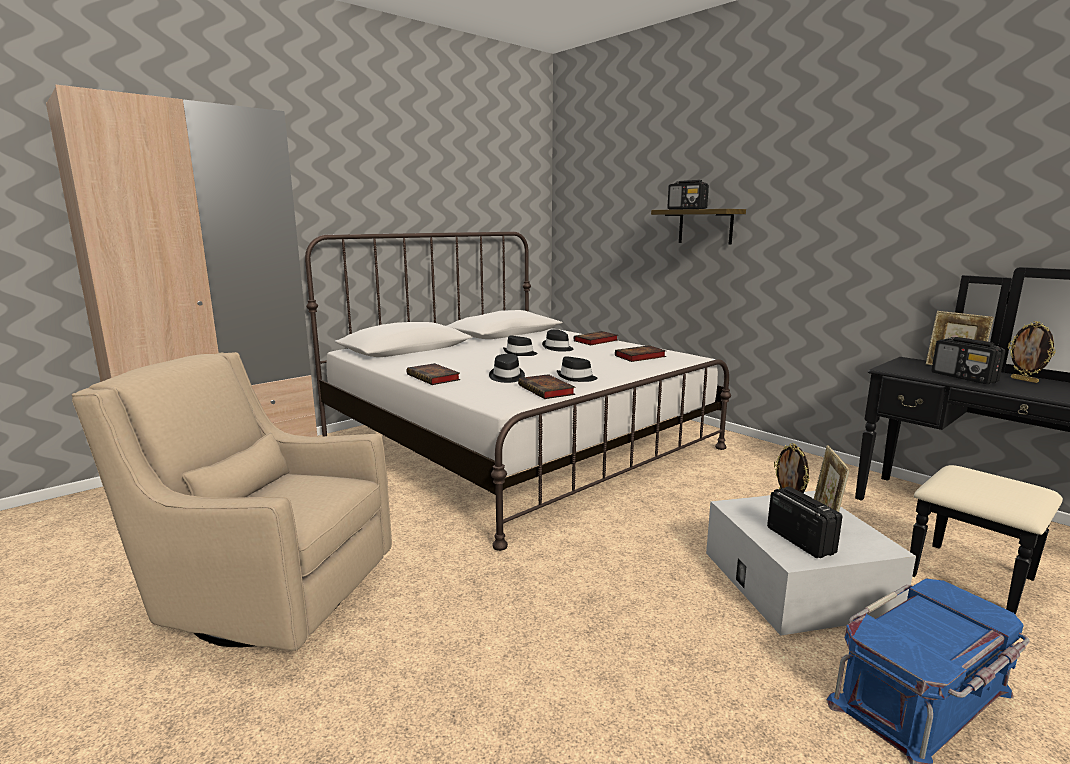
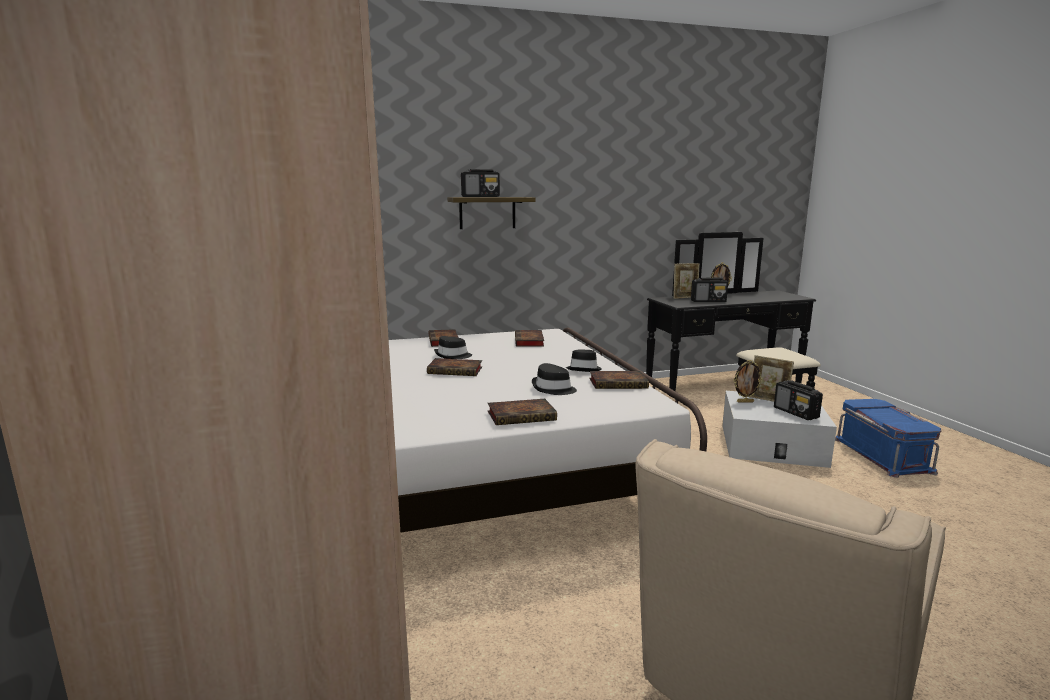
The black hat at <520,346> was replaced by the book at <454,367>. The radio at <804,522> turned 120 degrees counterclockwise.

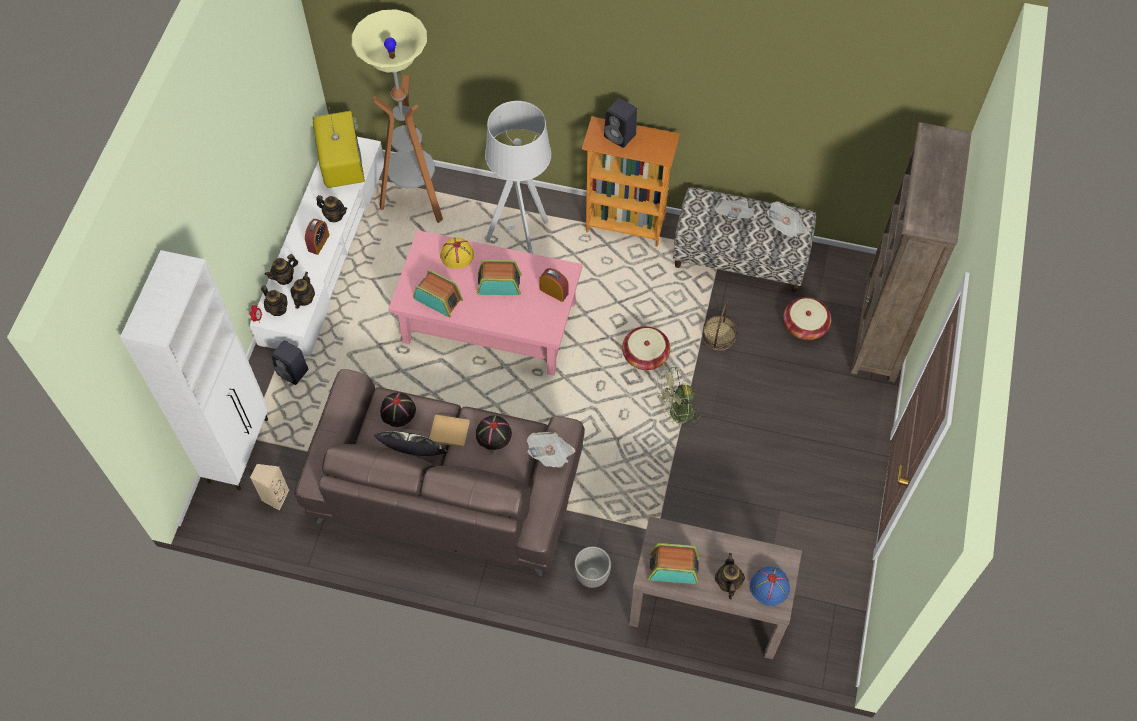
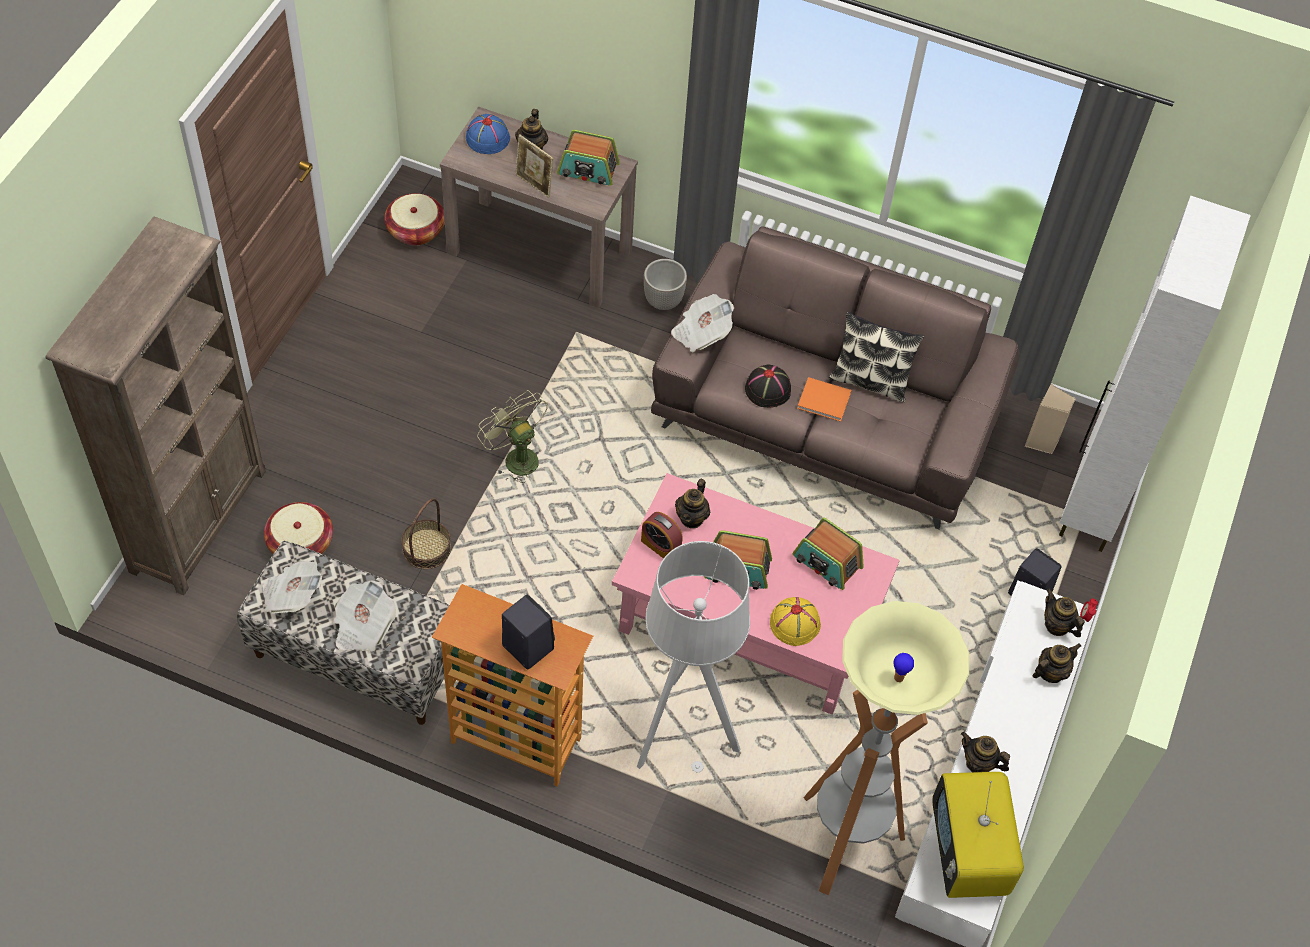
The teapot moved from <302,290> to <692,503>. The alarm clock at <317,237> disappeared. The black hat at <398,409> disappeared. The beige book at <450,431> became the orange book at <824,399>. The basket moved from <646,348> to <414,219>. The green fan at <680,399> turned 120 degrees counterclockwise. The picture frame at <535,166> appeared.

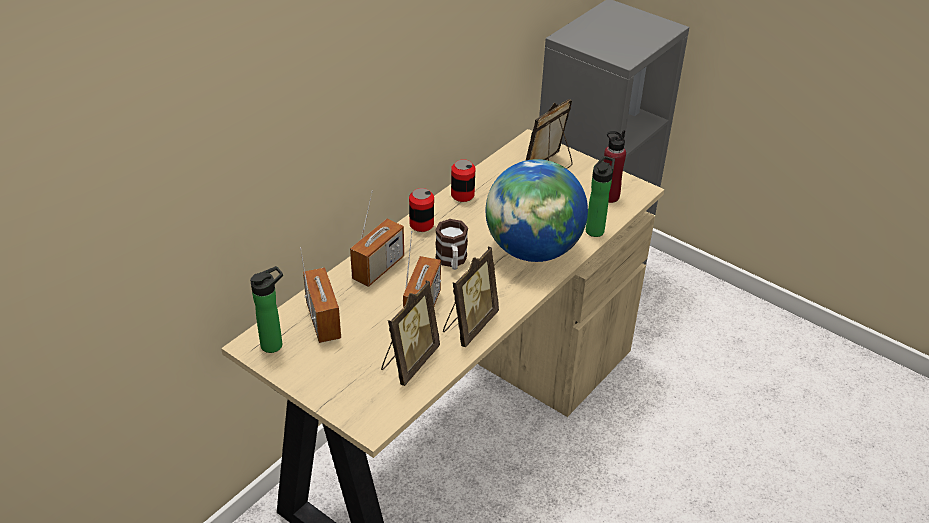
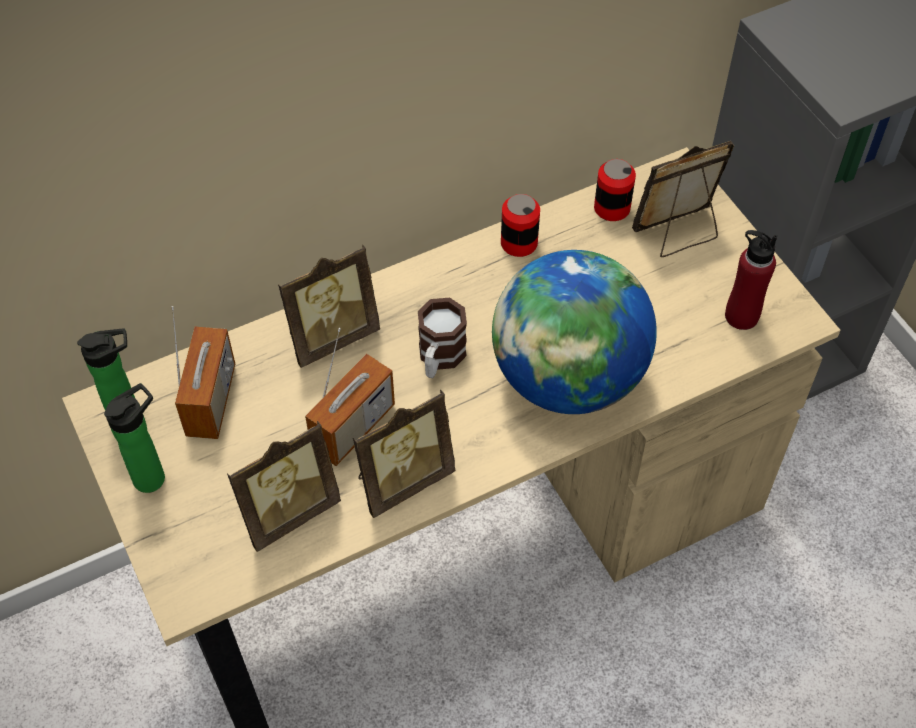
The radio at <377,238> was replaced by the picture frame at <329,306>. The can moved from <421,210> to <615,190>. The bottle moved from <600,196> to <134,438>.

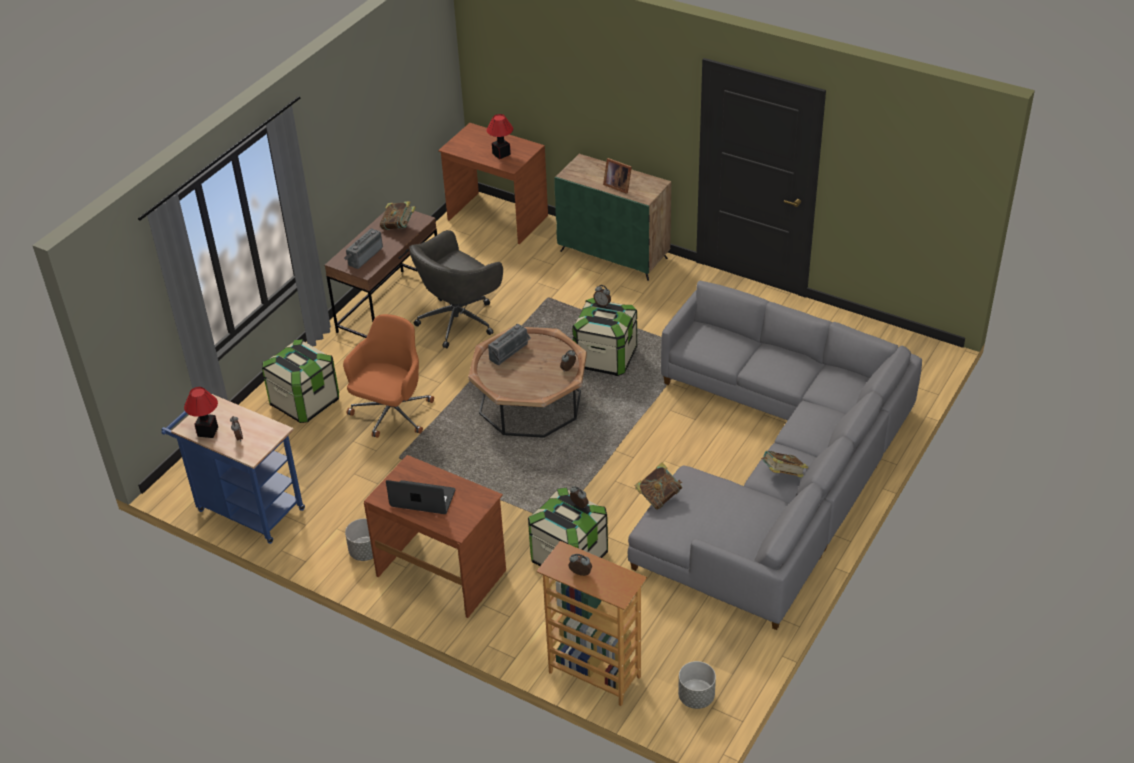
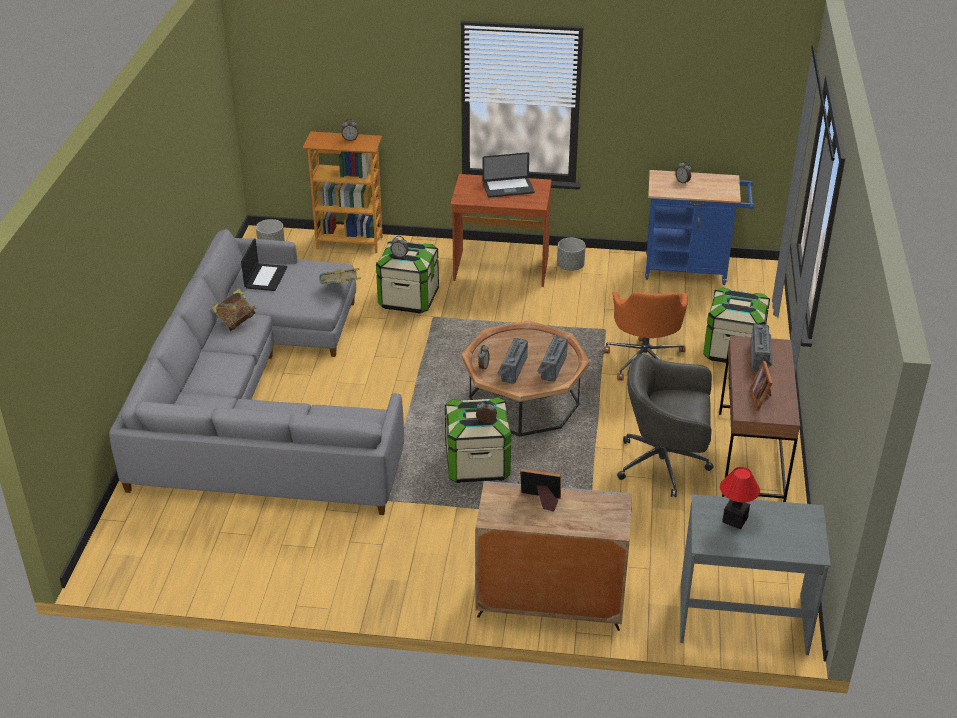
The table lamp at <201,412> disappeared. The book at <398,215> was replaced by the picture frame at <761,386>. The grey office chair at <456,289> turned 105 degrees counterclockwise. The brown desk at <493,183> became the grey desk at <755,574>. The green cabinet at <612,217> became the grey cabinet at <553,556>. The laptop at <264,264> appeared. The radio at <512,361> appeared.

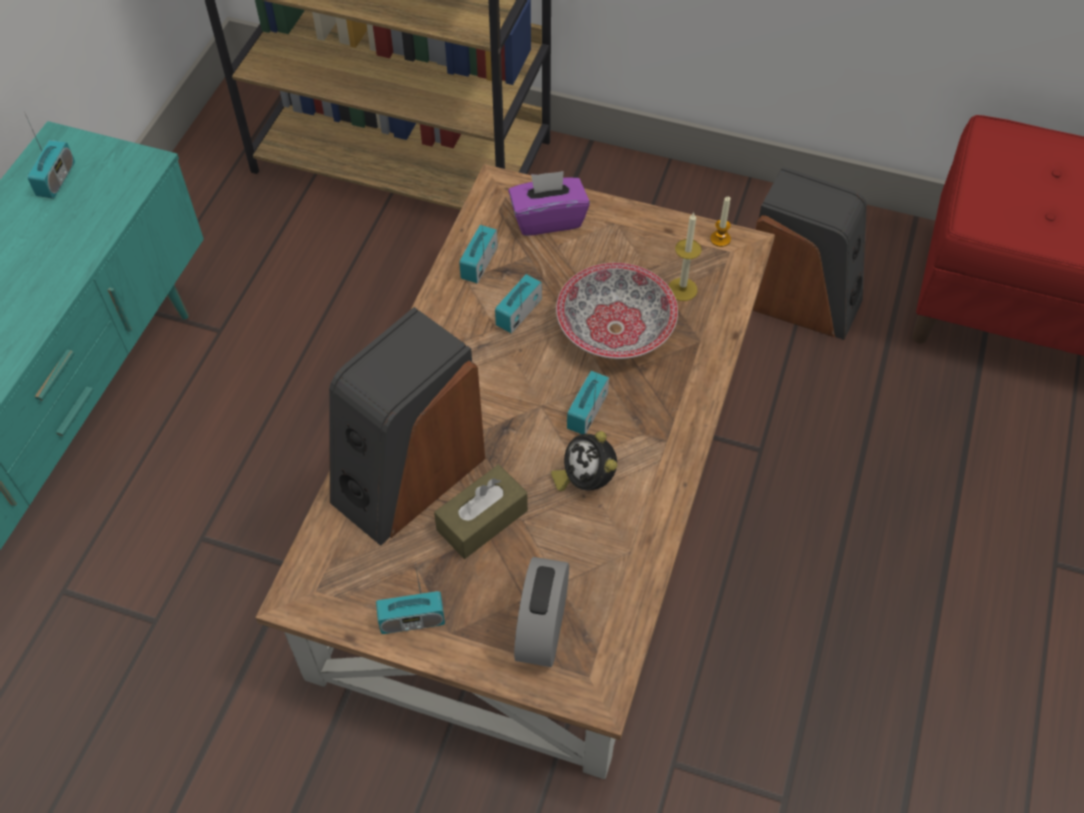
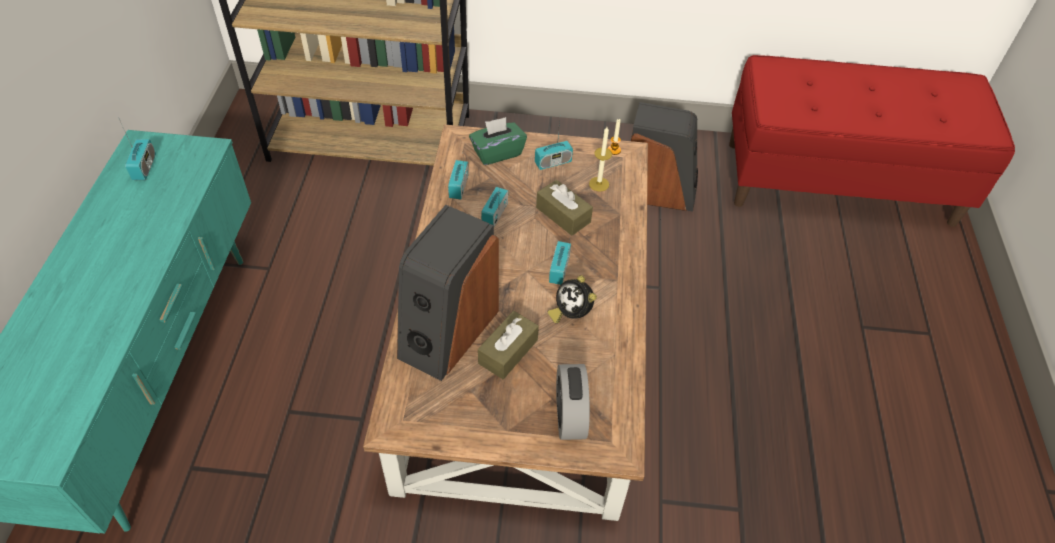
The radio moved from <410,598> to <554,145>. The purple tissue box at <549,203> became the green tissue box at <498,141>. The bowl at <617,311> was replaced by the brown tissue box at <564,208>.

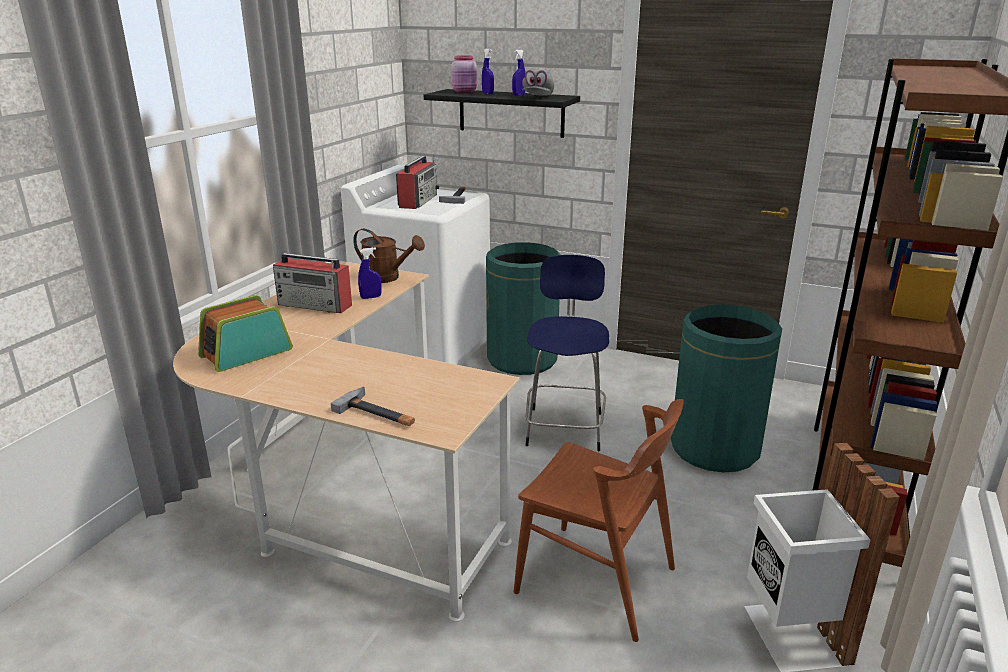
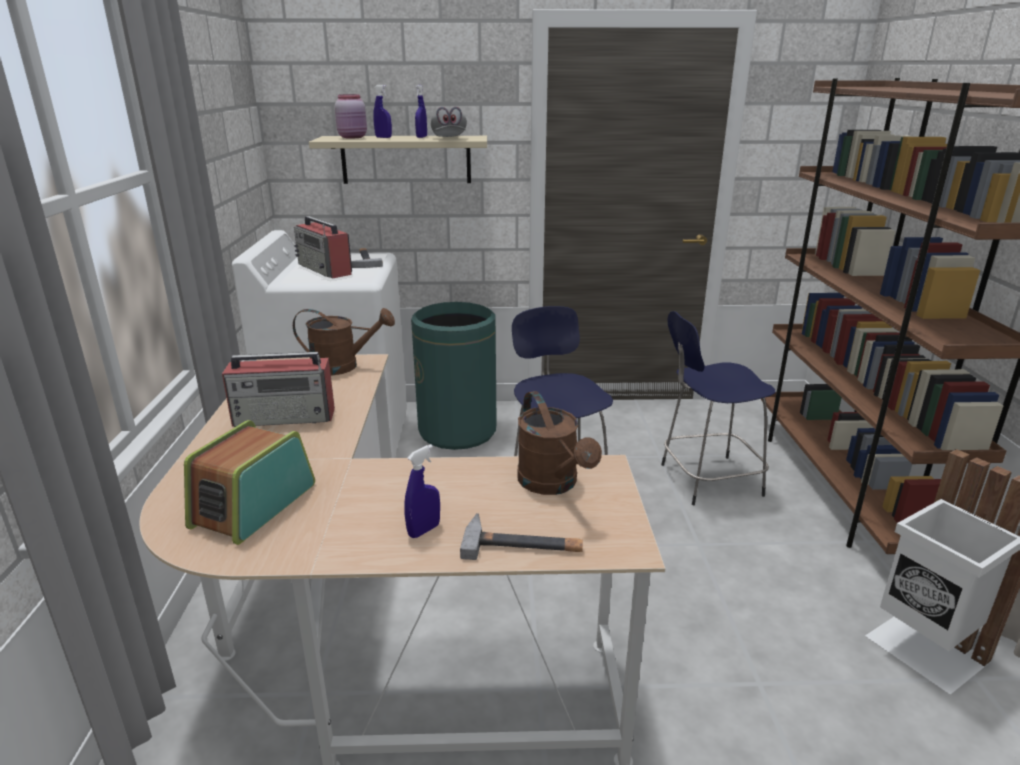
The blue spray bottle moved from <369,273> to <422,491>. The radio at <417,181> turned 150 degrees clockwise. The black shelf at <502,113> became the beige shelf at <398,160>. The brown chair at <599,520> disappeared. The green trash can at <726,388> was replaced by the blue stool at <718,408>. The brown watering can at <559,443> appeared.

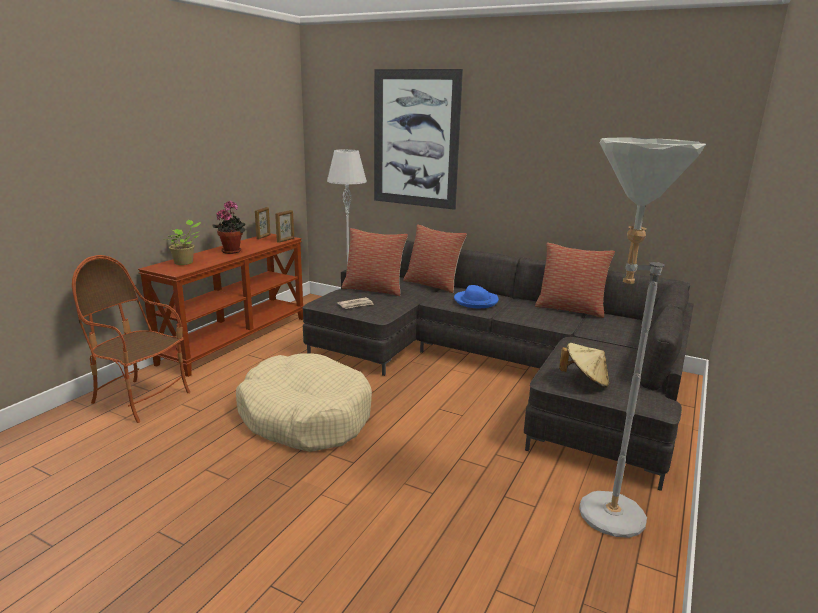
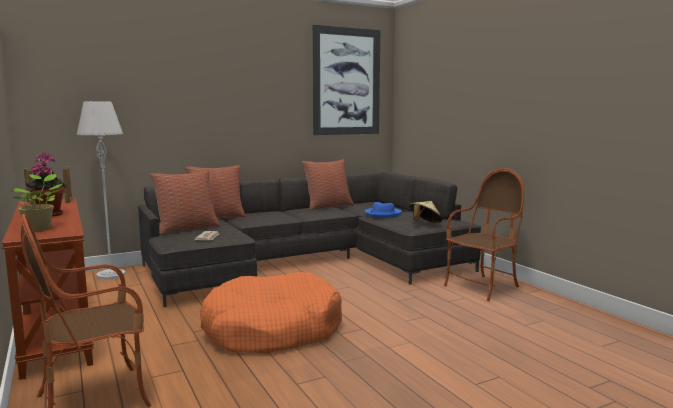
The beige dog bed at <304,402> became the orange dog bed at <271,313>. The picture moved from <418,139> to <346,80>. The blue hat moved from <476,296> to <383,210>. The grey floor lamp at <642,337> was replaced by the armchair at <484,234>.

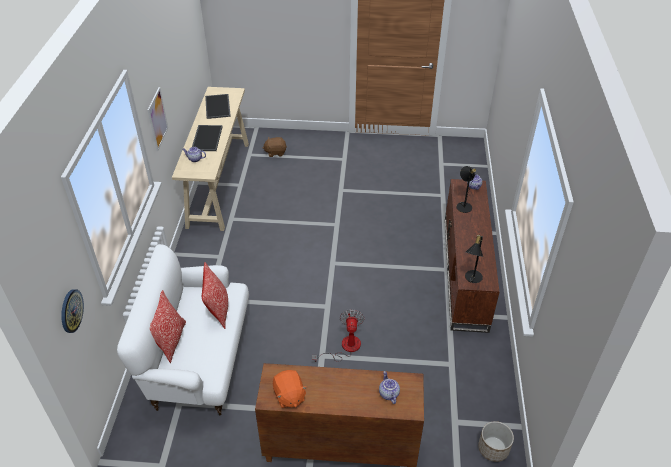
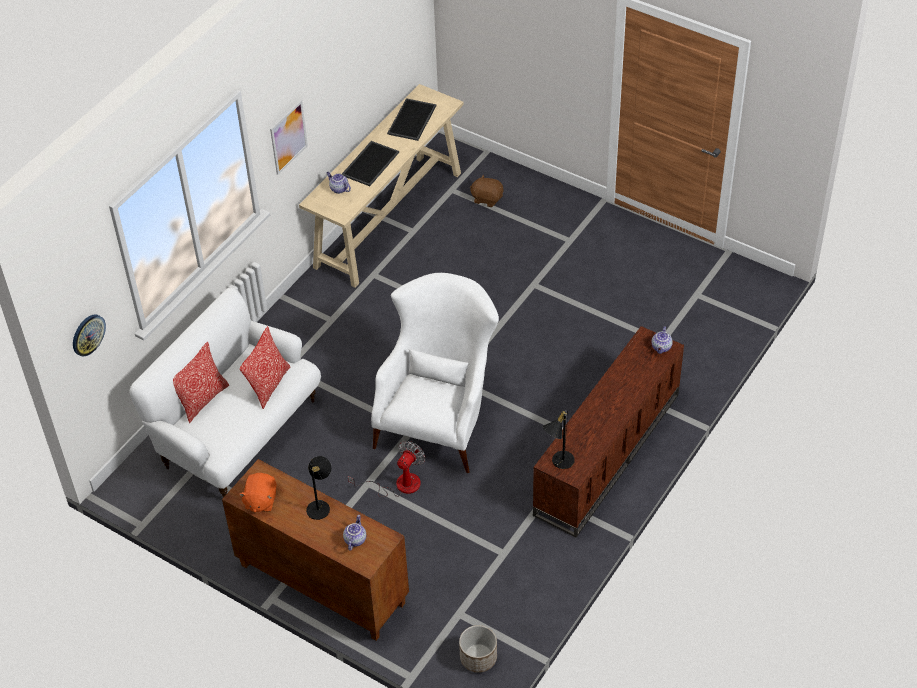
The black table lamp moved from <466,189> to <319,488>. The white armchair at <435,373> appeared.

